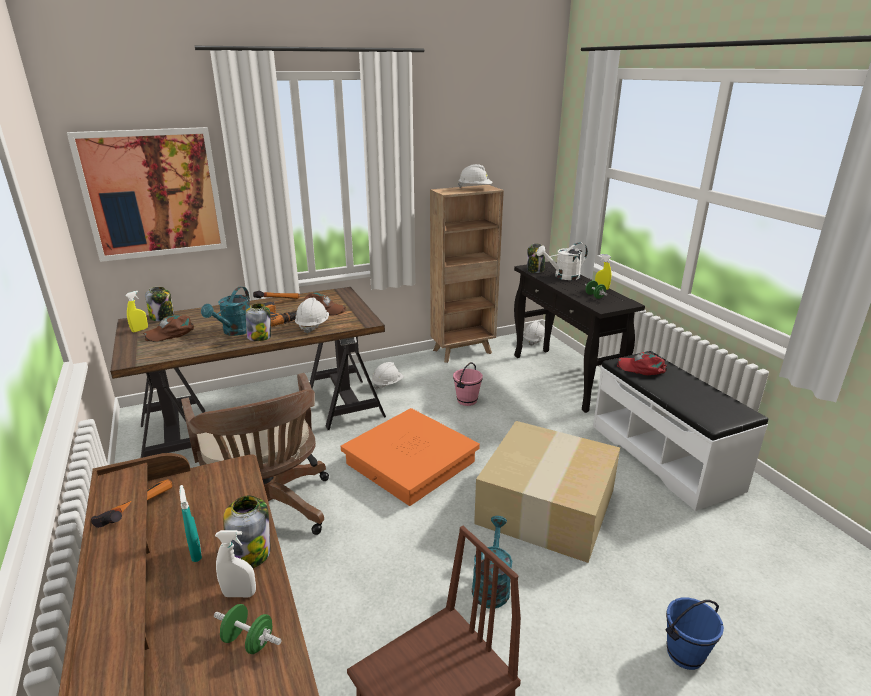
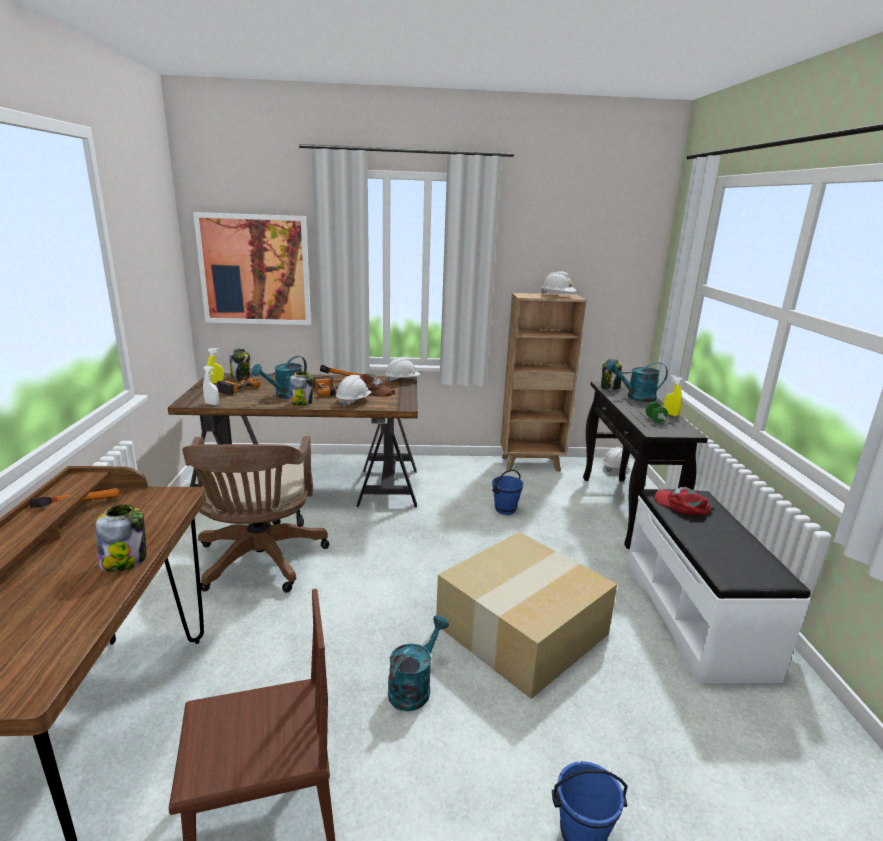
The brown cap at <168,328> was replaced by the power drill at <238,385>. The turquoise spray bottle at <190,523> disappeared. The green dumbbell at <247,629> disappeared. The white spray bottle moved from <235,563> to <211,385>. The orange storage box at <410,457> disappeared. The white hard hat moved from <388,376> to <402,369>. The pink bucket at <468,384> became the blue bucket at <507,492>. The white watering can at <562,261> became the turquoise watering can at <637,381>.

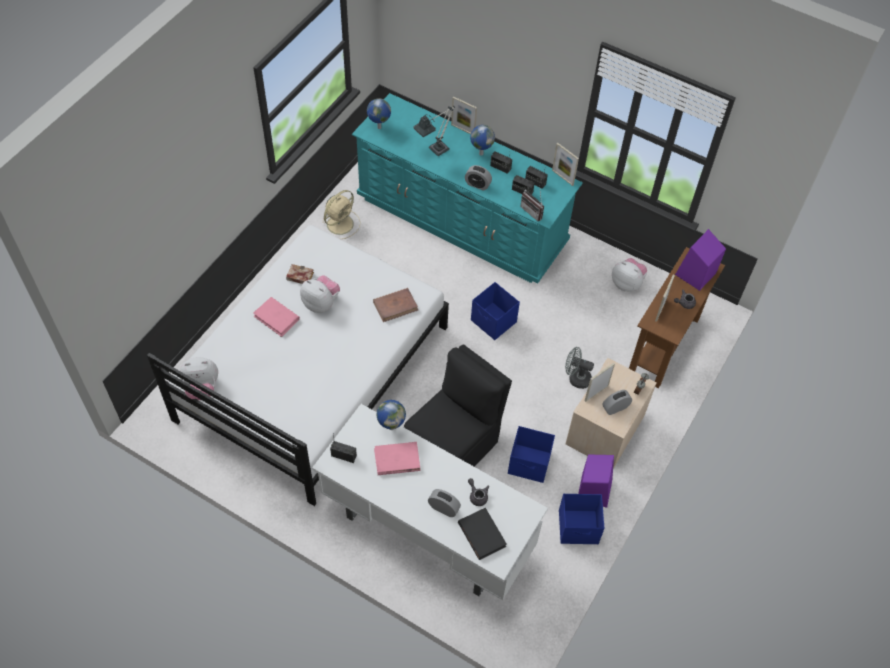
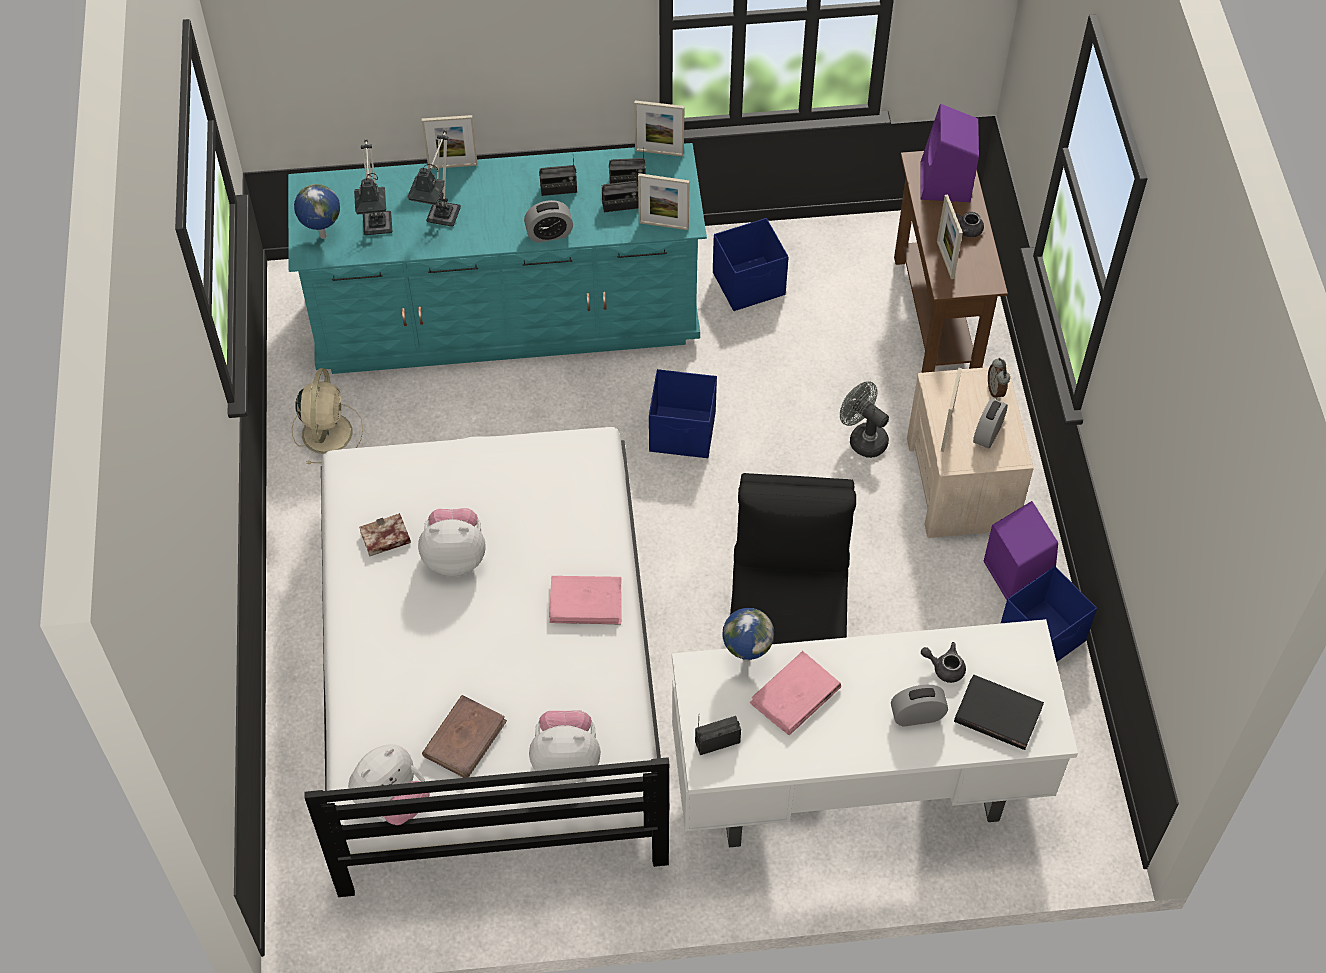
The pink book moved from <276,317> to <585,600>. The brown book moved from <395,305> to <464,736>. The globe at <482,140> disappeared. The blue storage box moved from <531,454> to <751,264>. The radio at <532,205> was replaced by the picture frame at <664,201>. The grey fan at <579,368> turned 60 degrees clockwise. The plush toy moved from <629,275> to <565,747>. The table lamp at <373,187> appeared.

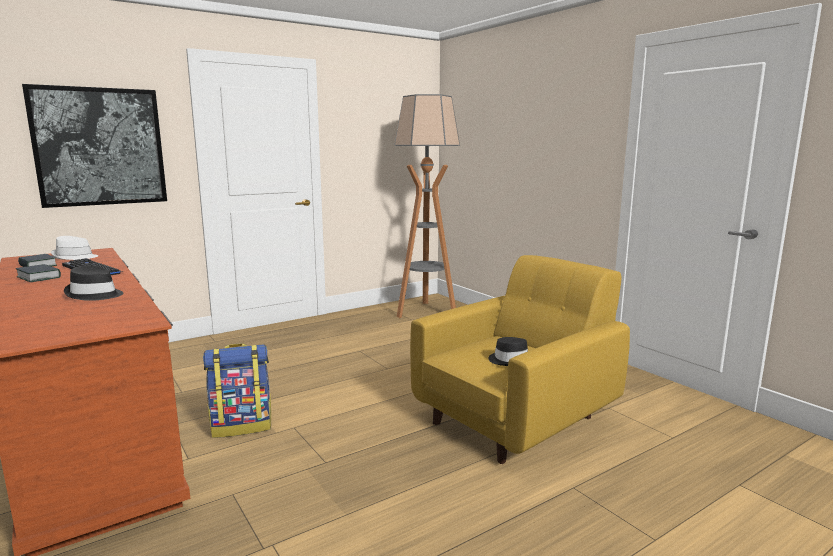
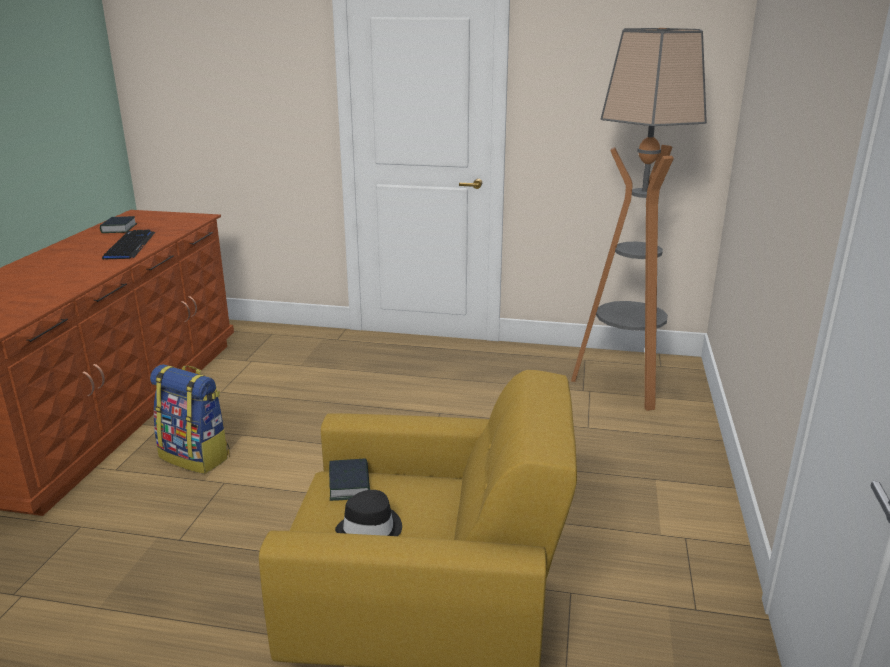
The book moved from <38,273> to <349,479>. The picture at <94,146> disappeared. The white hat at <74,248> disappeared. The black hat at <93,283> disappeared.

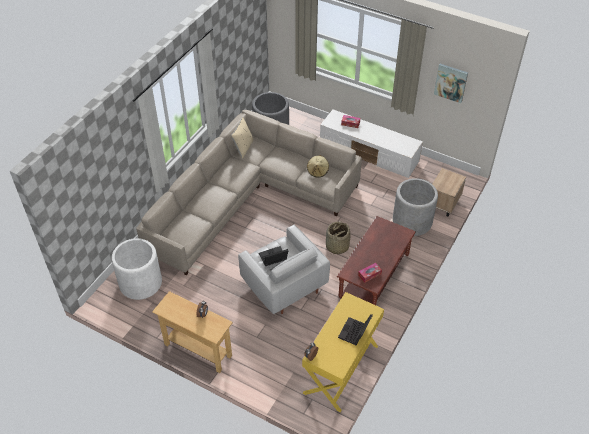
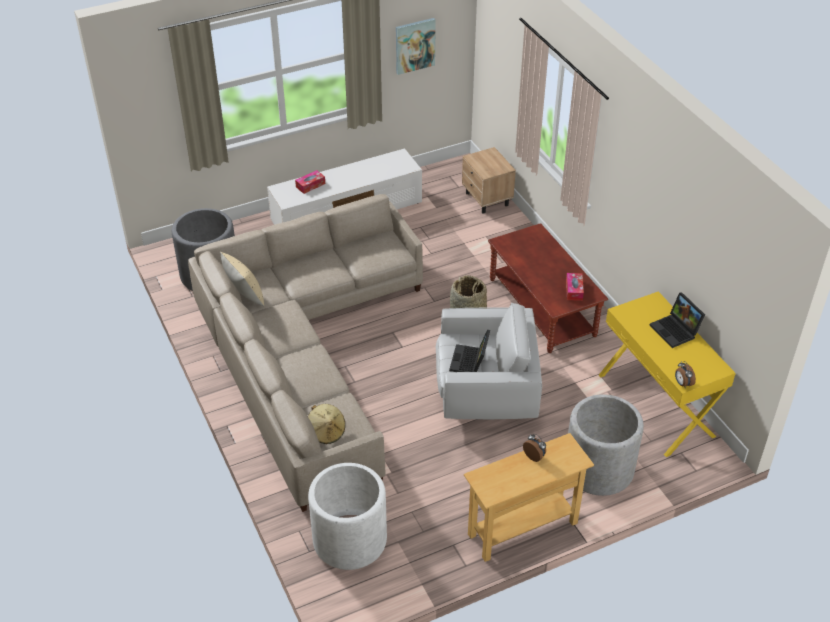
The beige hat moved from <318,166> to <326,424>. The grey planter moved from <415,207> to <606,445>.

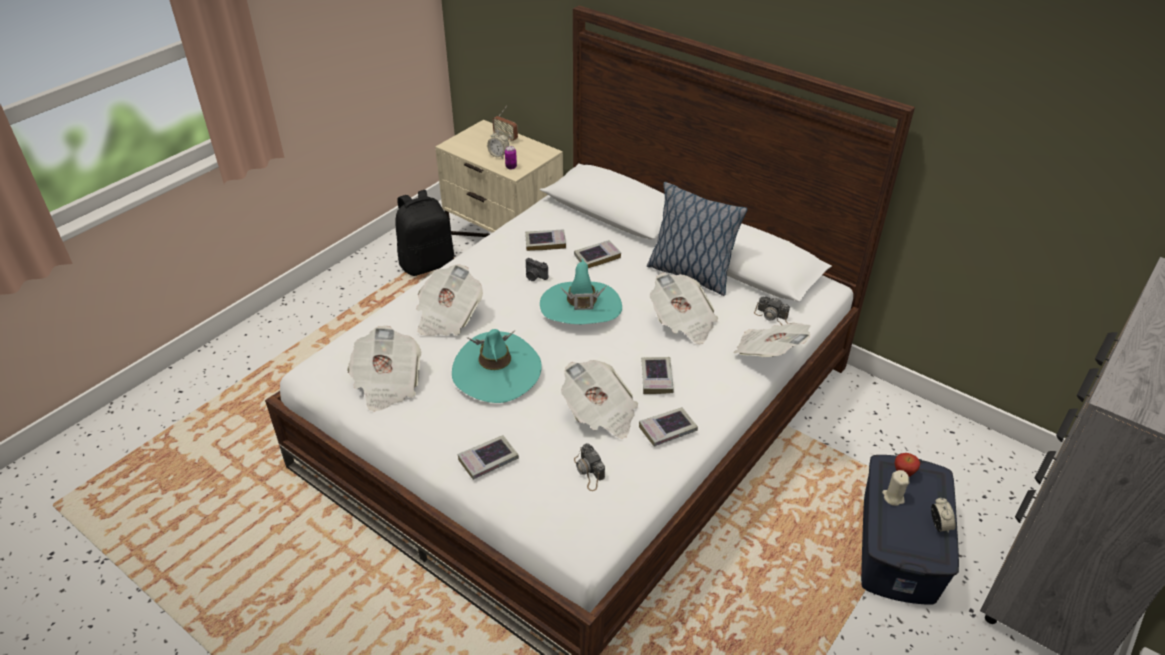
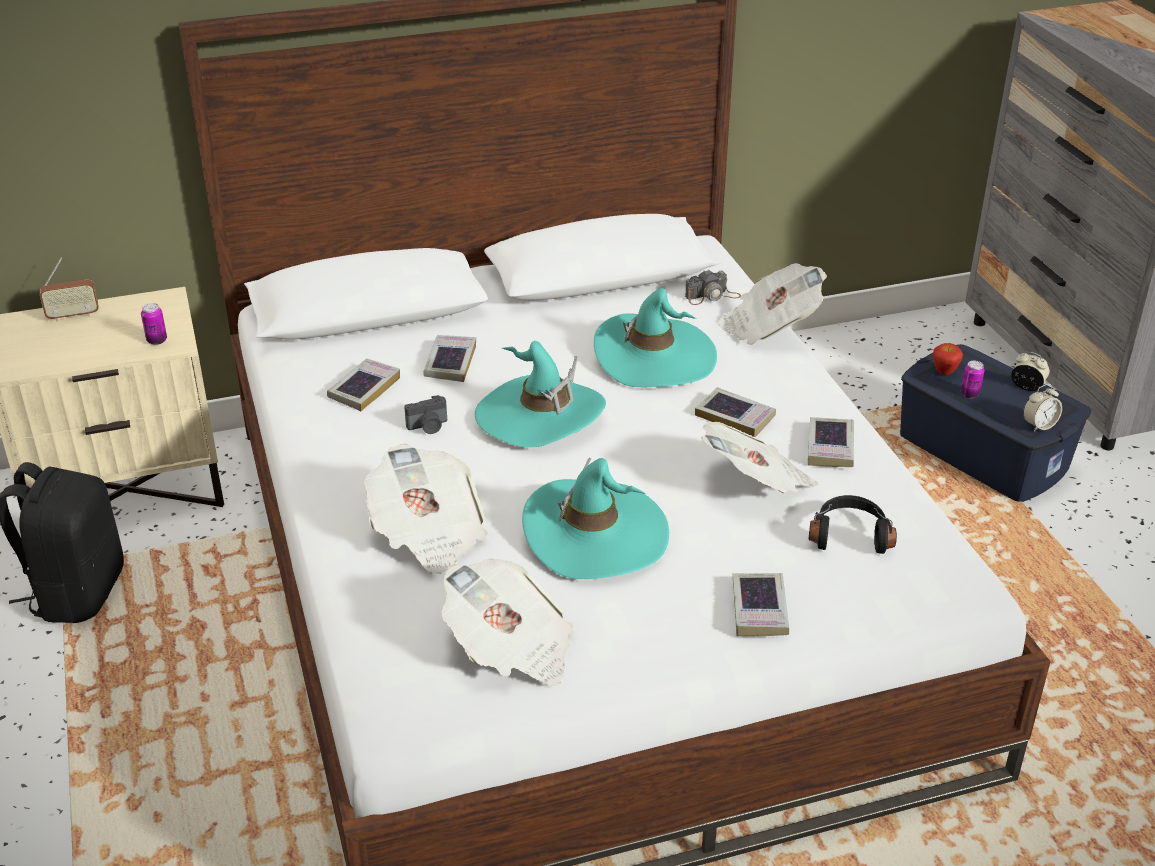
The alarm clock moved from <498,144> to <1042,408>. The photo camera at <589,467> was replaced by the black headphones at <853,524>. The pillow at <697,239> disappeared. The newspaper at <684,308> was replaced by the turquoise hat at <655,337>. The beige candle at <895,488> was replaced by the can at <972,379>.

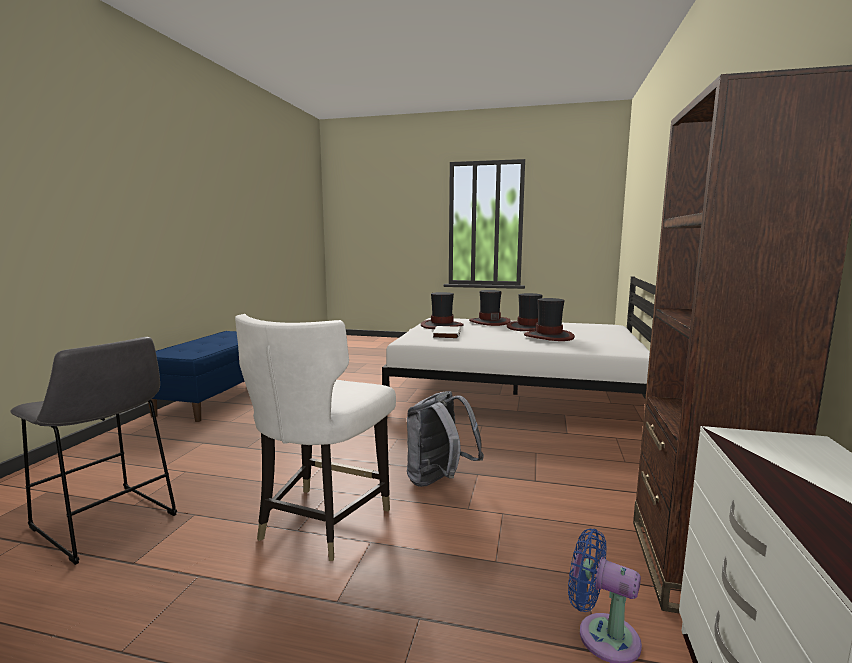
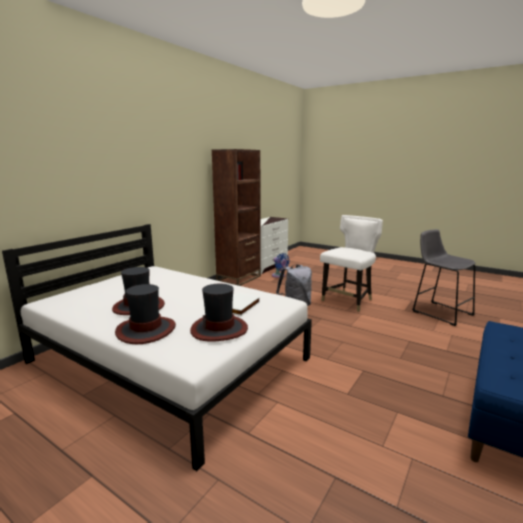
The hat at <549,319> disappeared.

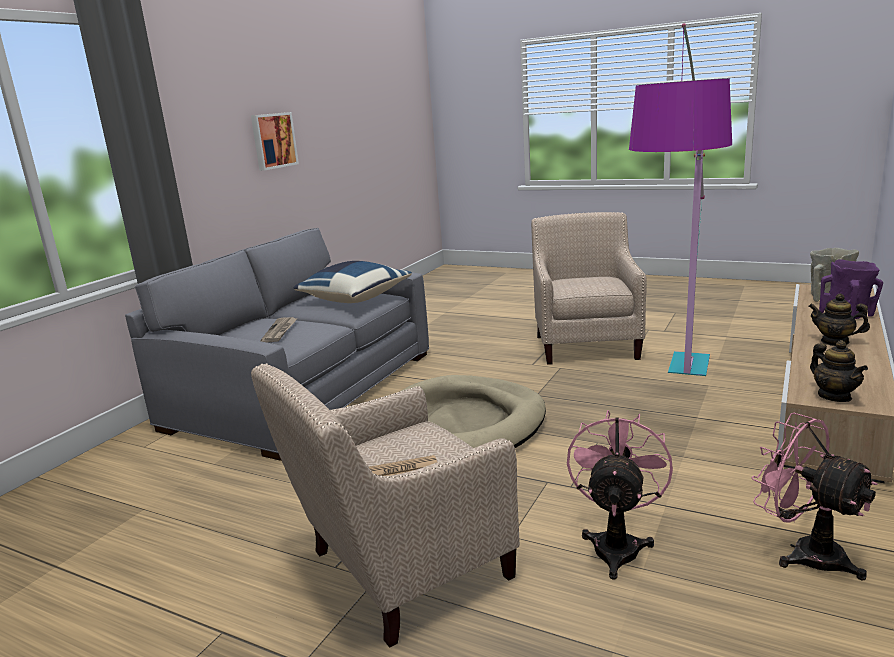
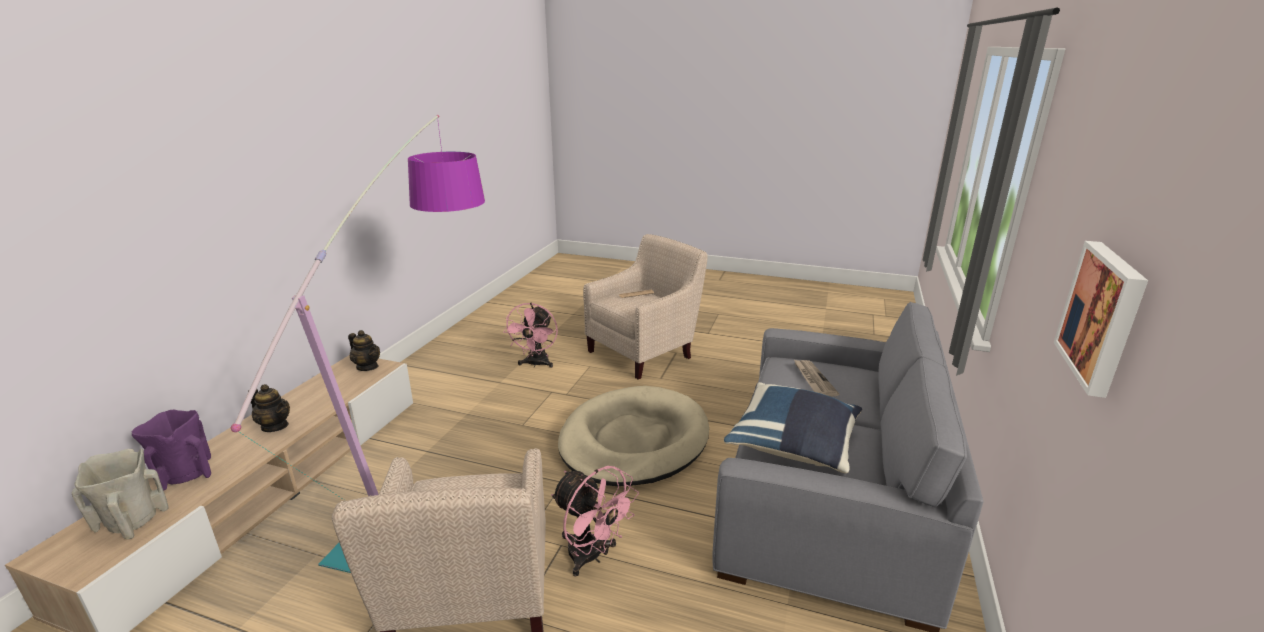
The pink fan moved from <815,496> to <595,521>. The teapot at <839,371> turned 150 degrees clockwise.

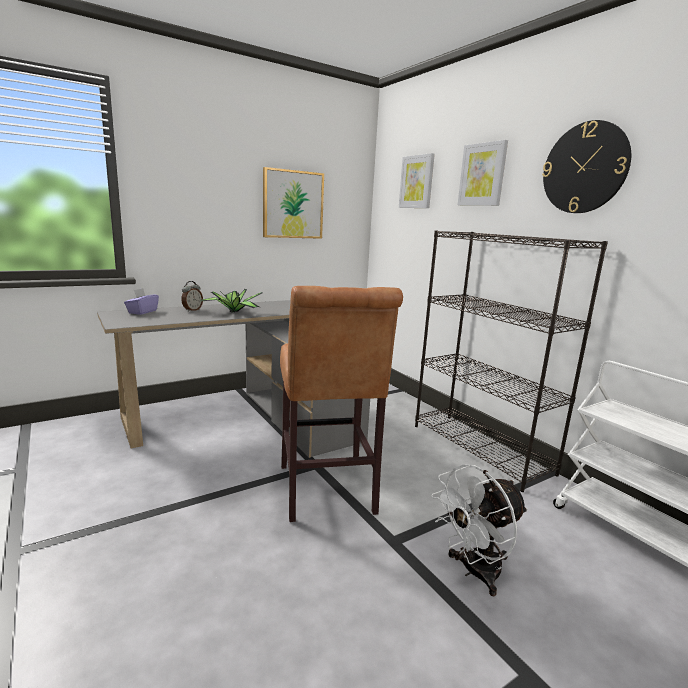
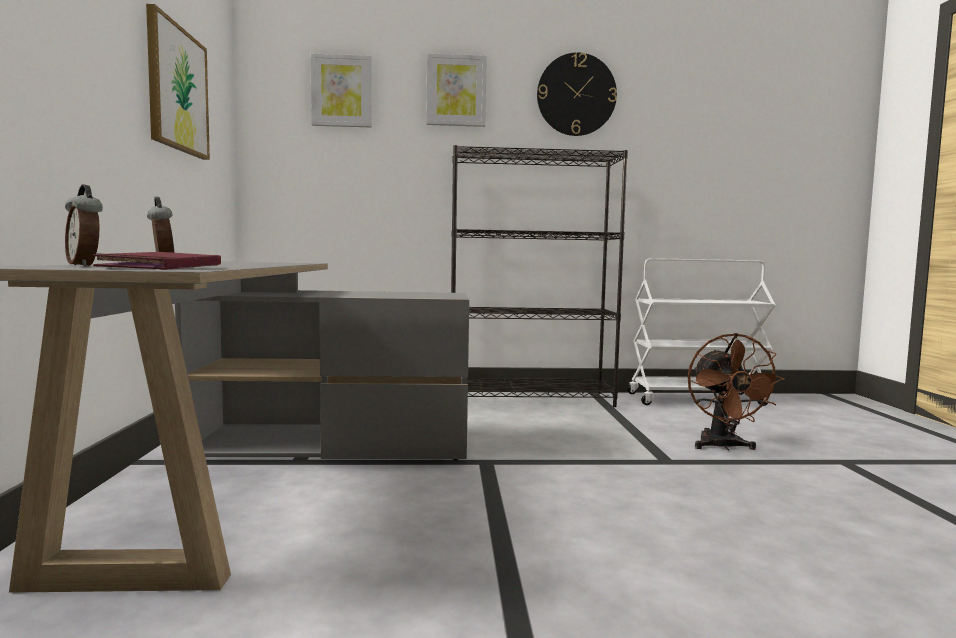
The purple tissue box at <141,301> was replaced by the alarm clock at <84,225>. The potted plant at <231,301> disappeared. The brown stool at <341,404> disappeared. The white fan at <479,530> became the brown fan at <736,391>. The red book at <157,261> appeared.

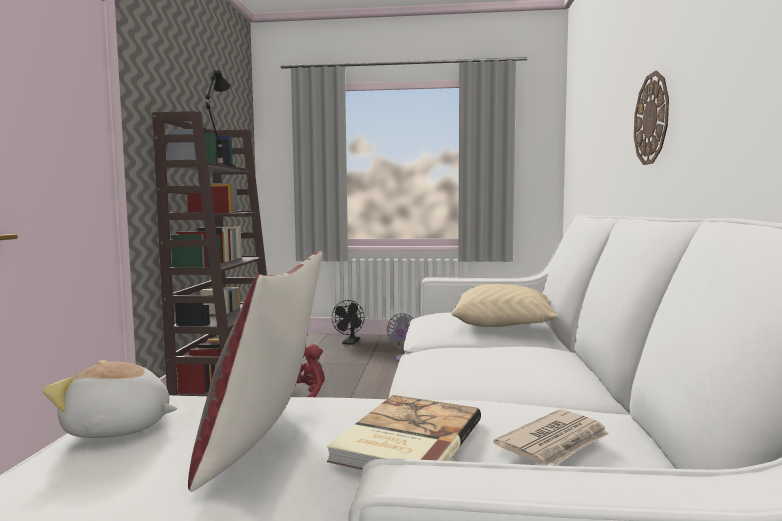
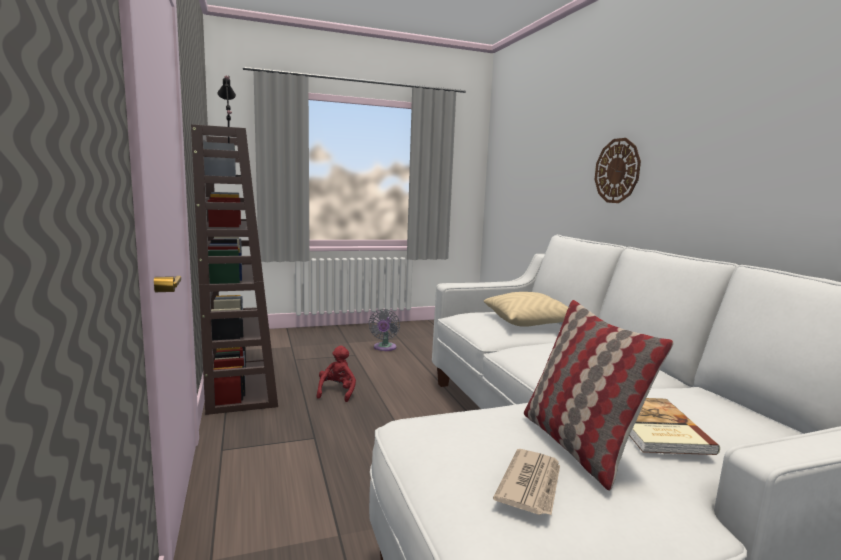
The plush toy at <110,399> disappeared. The black fan at <348,322> disappeared. The newspaper moved from <551,438> to <526,482>.

